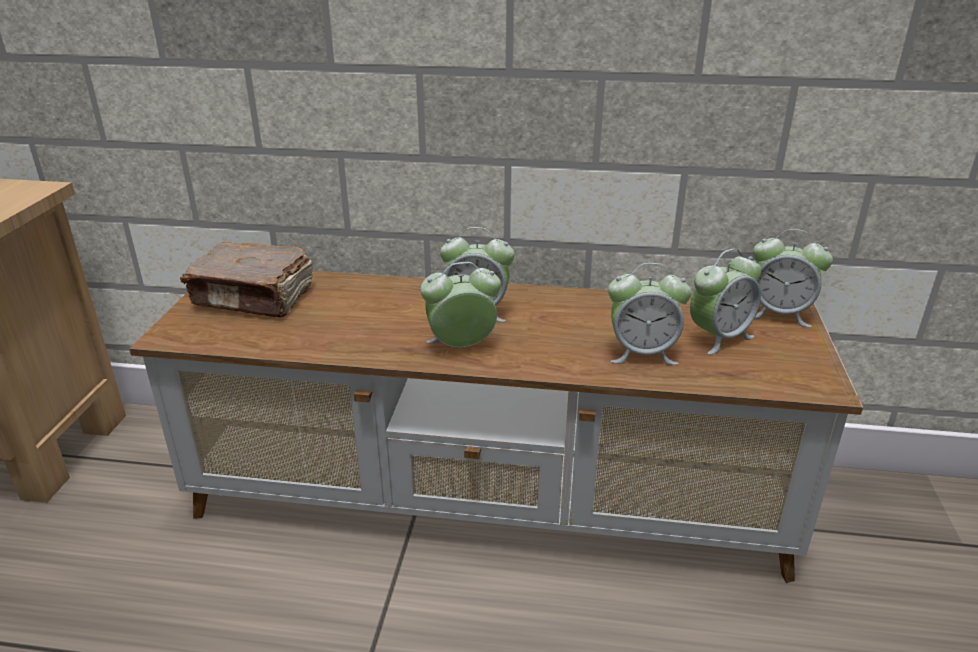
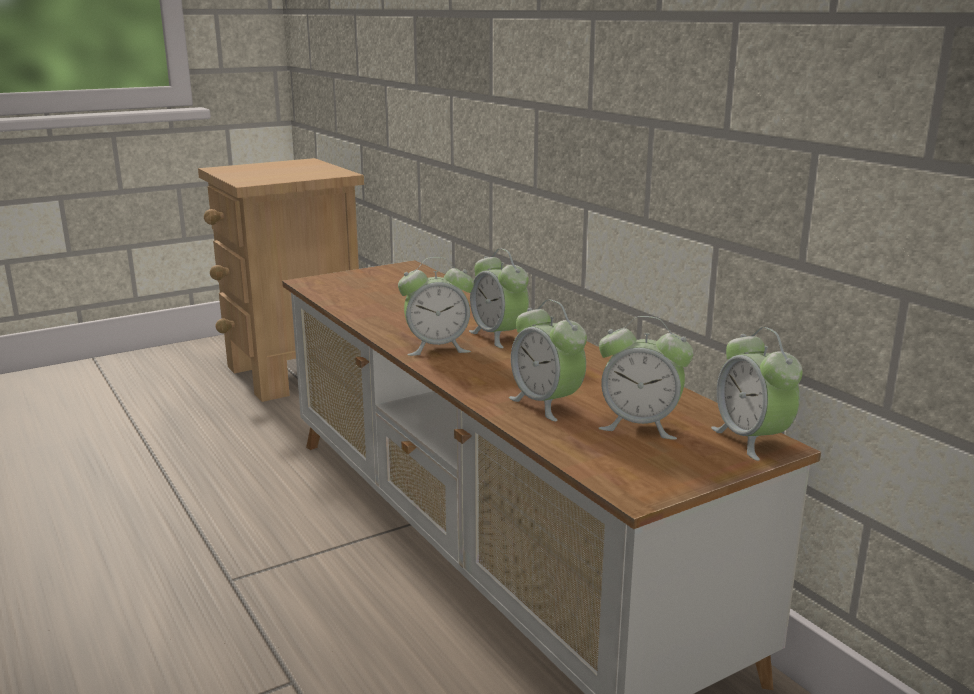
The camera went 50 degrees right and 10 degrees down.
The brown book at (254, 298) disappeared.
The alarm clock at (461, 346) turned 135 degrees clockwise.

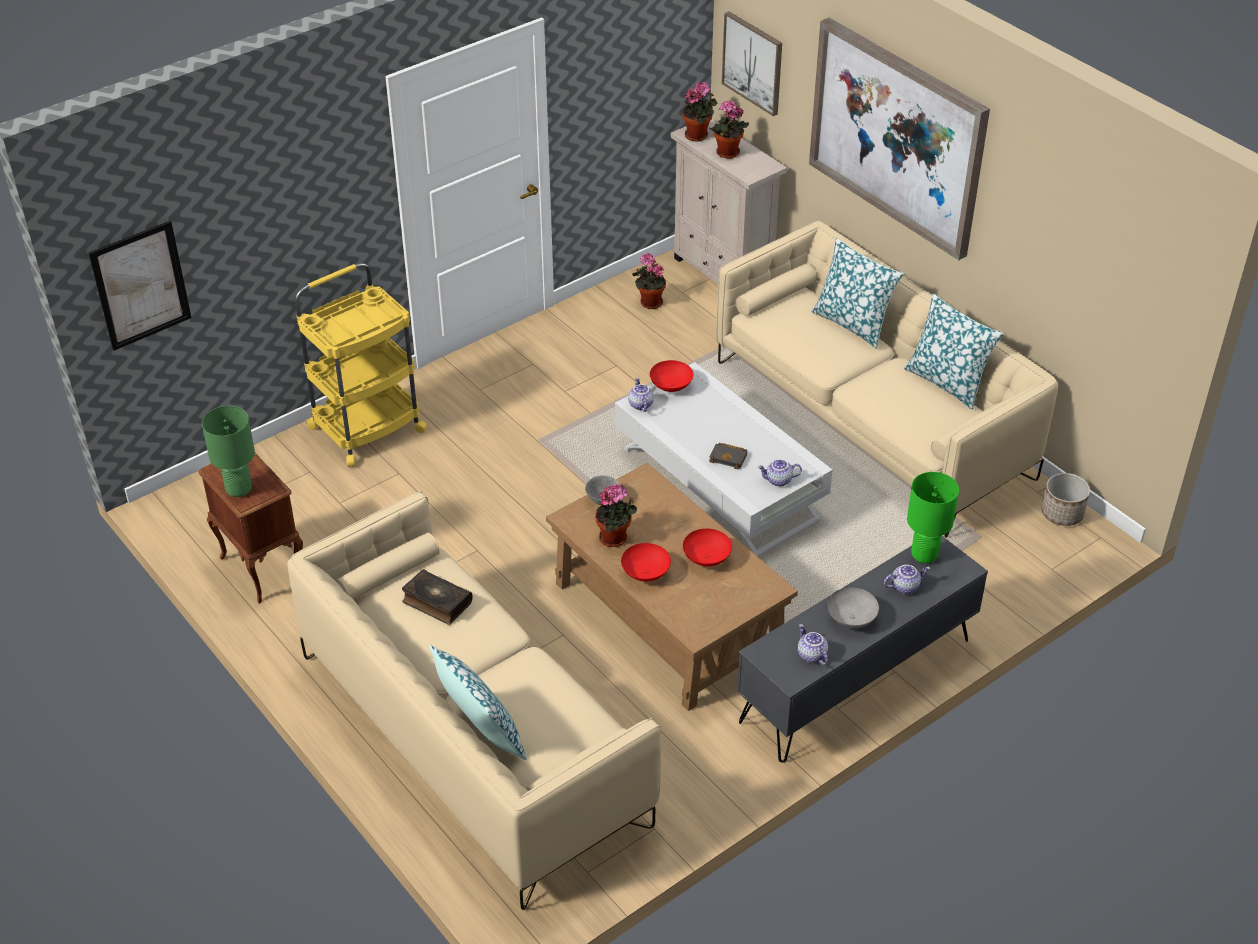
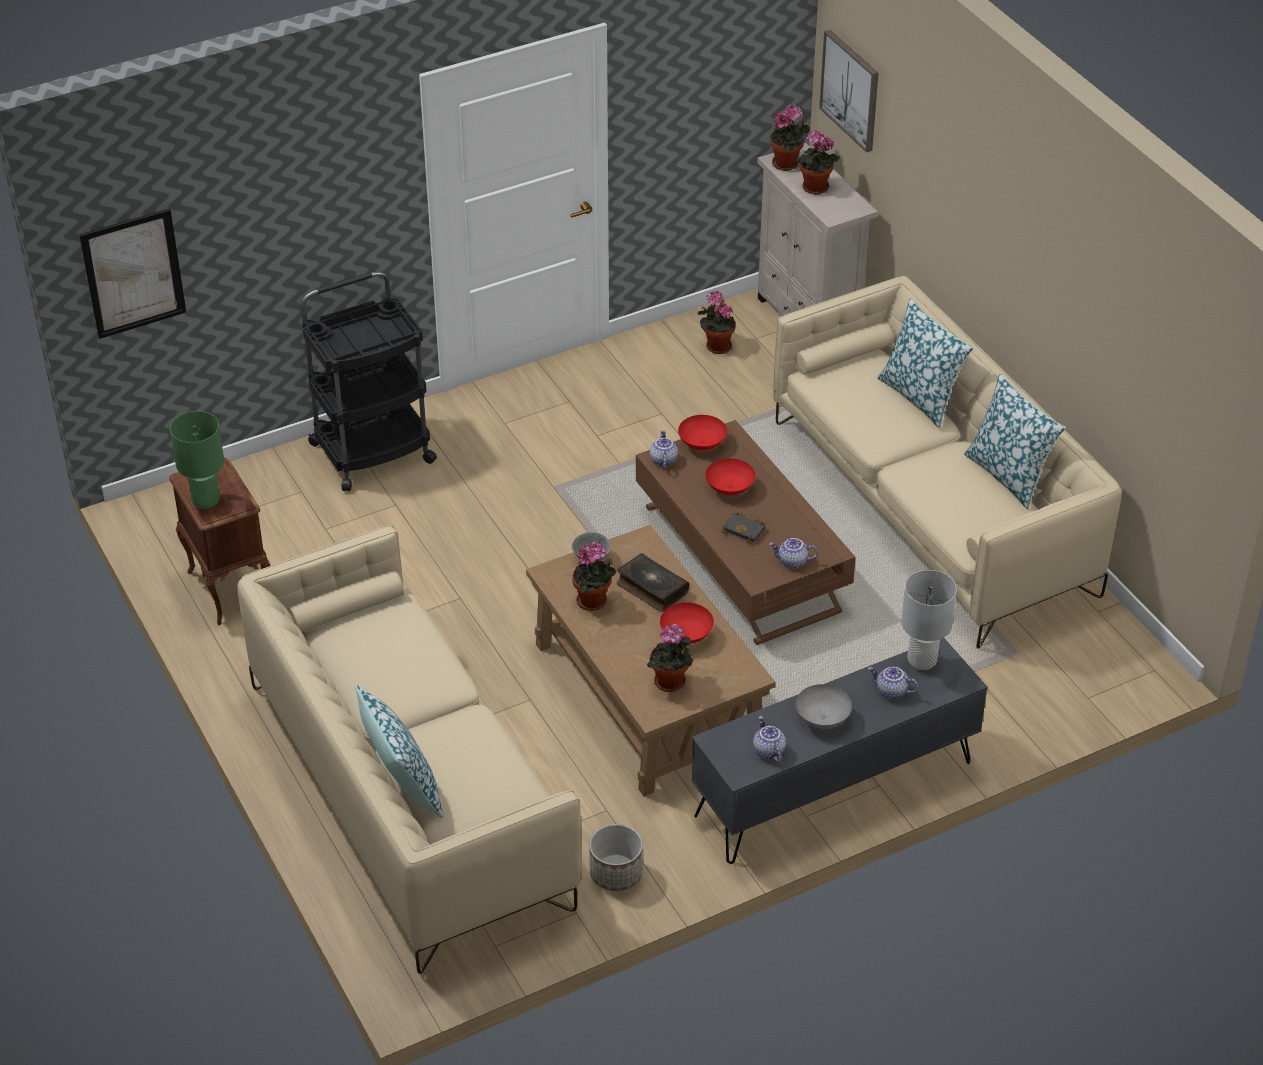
The camera went 10 degrees right and 0 degrees up.
The picture at (897, 136) disappeared.
The potted plant at (670, 684) appeared.
The book moved from (436, 602) to (651, 589).
The red bowl moved from (646, 573) to (730, 488).
The planter moved from (1062, 513) to (616, 873).
The yellow cart at (367, 429) became the black cart at (373, 453).
The white coffee table at (720, 485) became the brown coffee table at (741, 560).
The green table lamp at (923, 556) became the grey table lamp at (921, 662).
The teapot at (905, 586) turned 150 degrees counterclockwise.

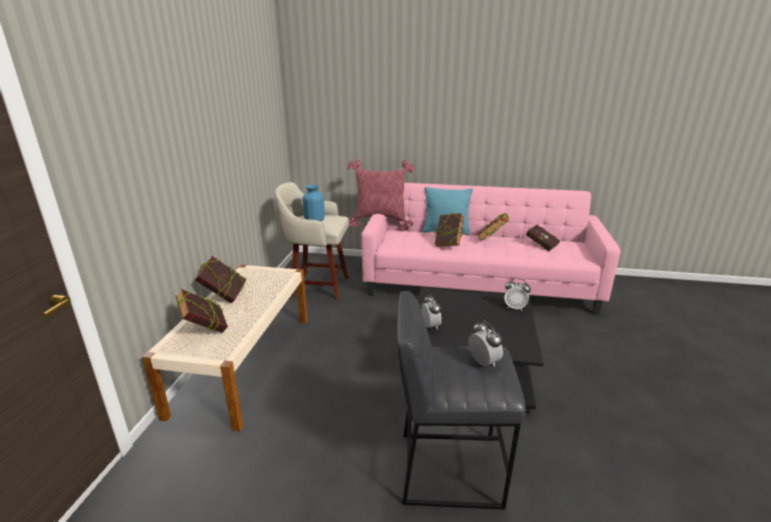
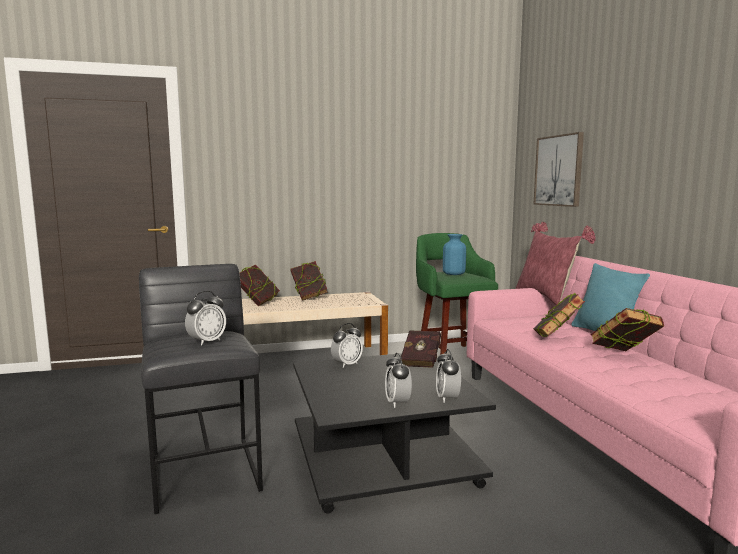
The camera went 65 degrees right and 15 degrees down.
The alarm clock at (397, 403) appeared.
The picture at (559, 170) appeared.
The red book moved from (540, 244) to (422, 360).
The beige stool at (317, 287) became the green stool at (452, 355).

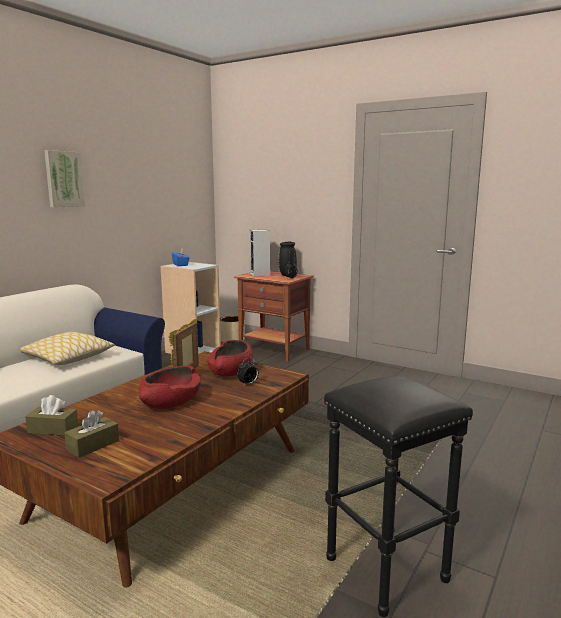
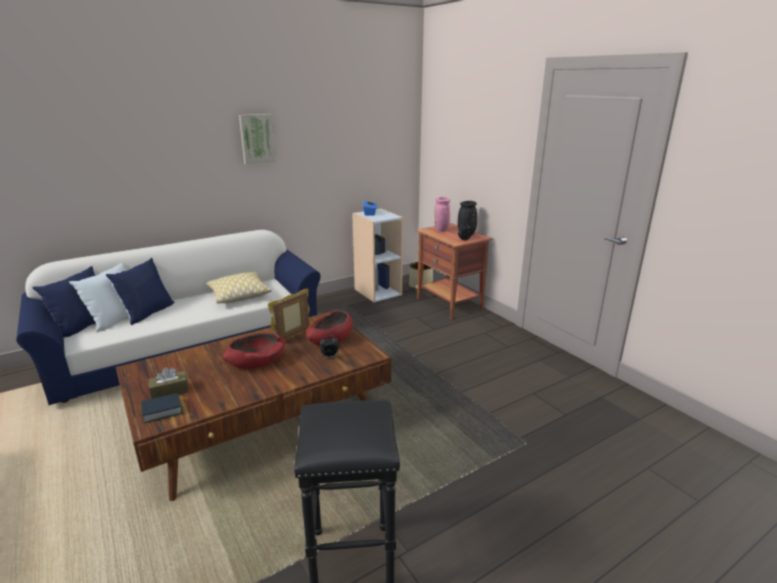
The camera went 25 degrees right and 10 degrees up.
The brown tissue box at (53, 429) disappeared.
The book at (162, 411) appeared.
The speaker at (260, 274) was replaced by the pink vase at (442, 230).

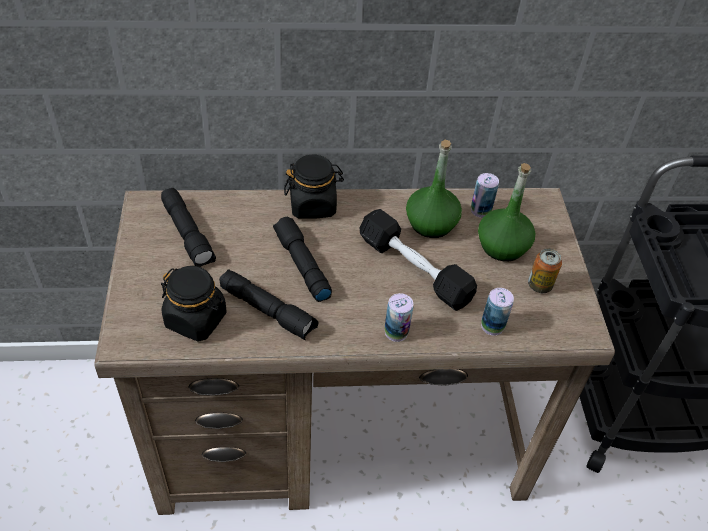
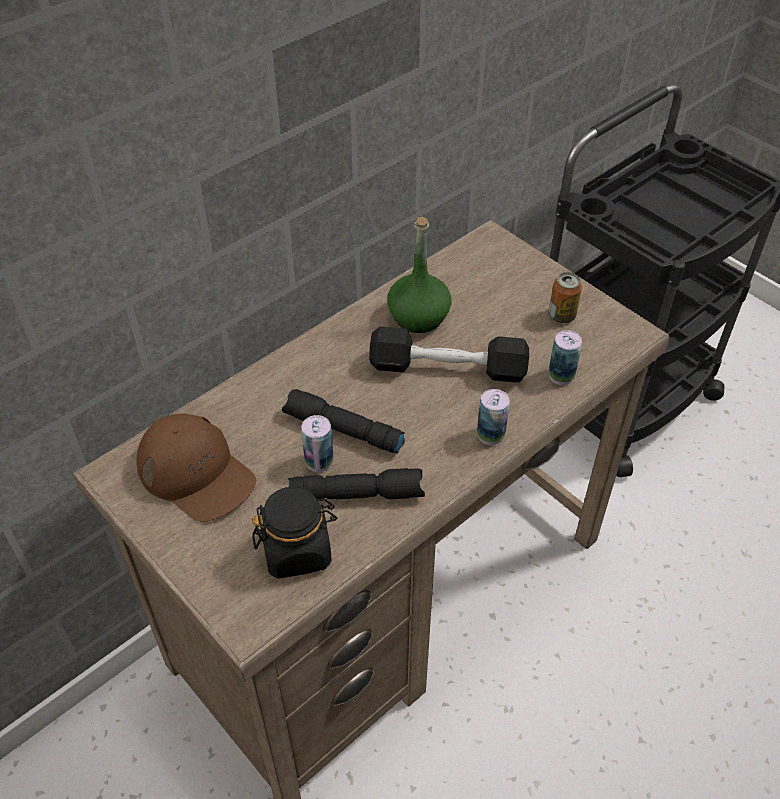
The camera went 35 degrees left and 0 degrees up.
The black jar at (313, 205) disappeared.
The green bottle at (502, 246) disappeared.
The can moved from (480, 210) to (319, 461).
The black flashlight at (188, 234) was replaced by the brown cap at (196, 473).

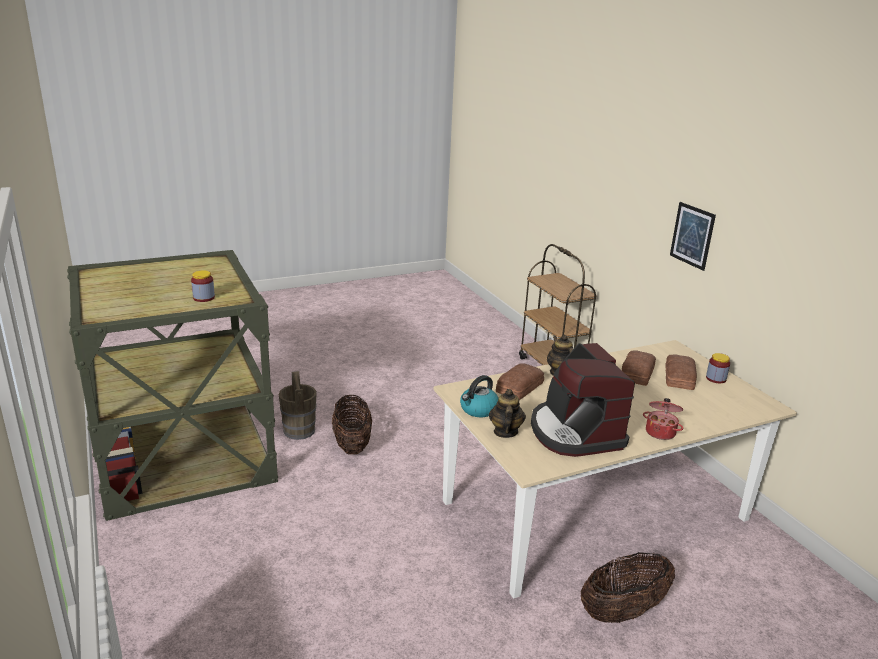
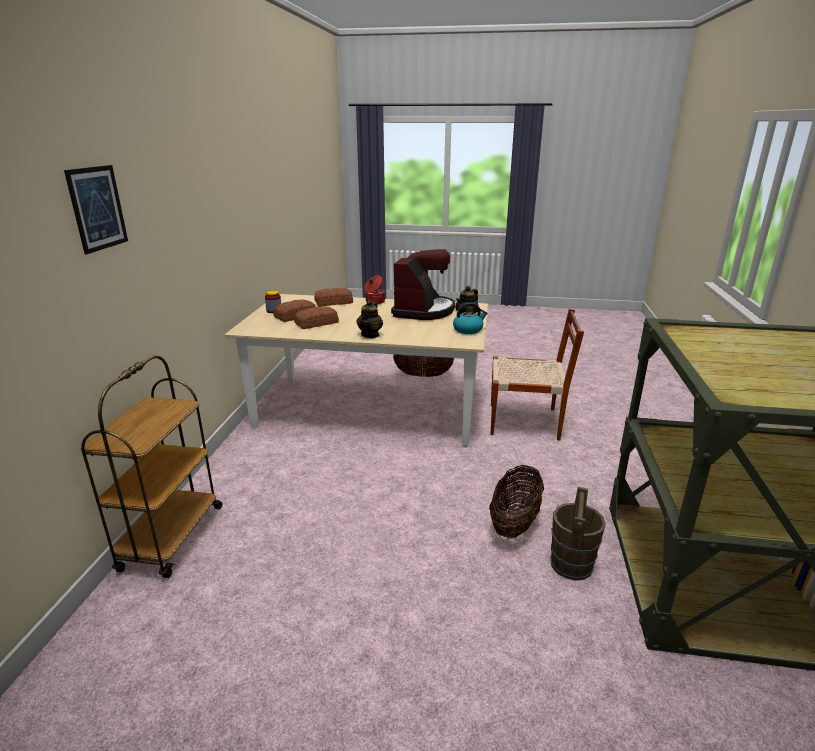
The camera went 145 degrees left and 0 degrees up.
The jar at (204, 298) disappeared.
The chair at (526, 422) appeared.
The bread moved from (518, 387) to (334, 302).
The picture moved from (692, 235) to (97, 208).

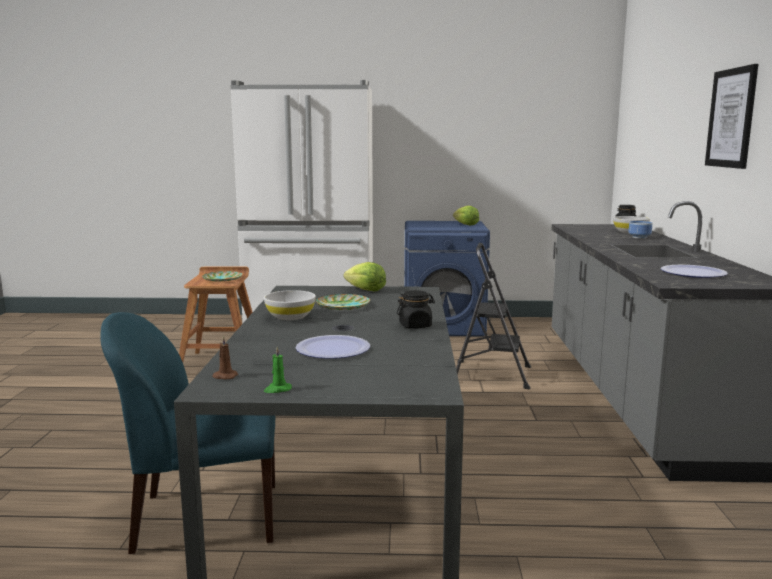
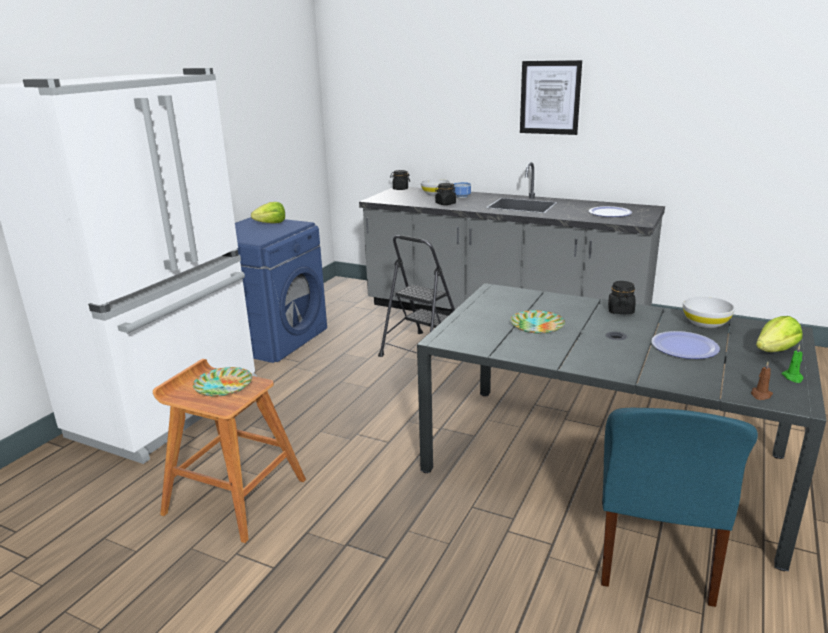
The camera went 65 degrees left and 10 degrees up.
The black jar at (445, 204) appeared.
The white bowl moved from (290, 317) to (705, 323).
The lettuce moved from (365, 290) to (775, 351).

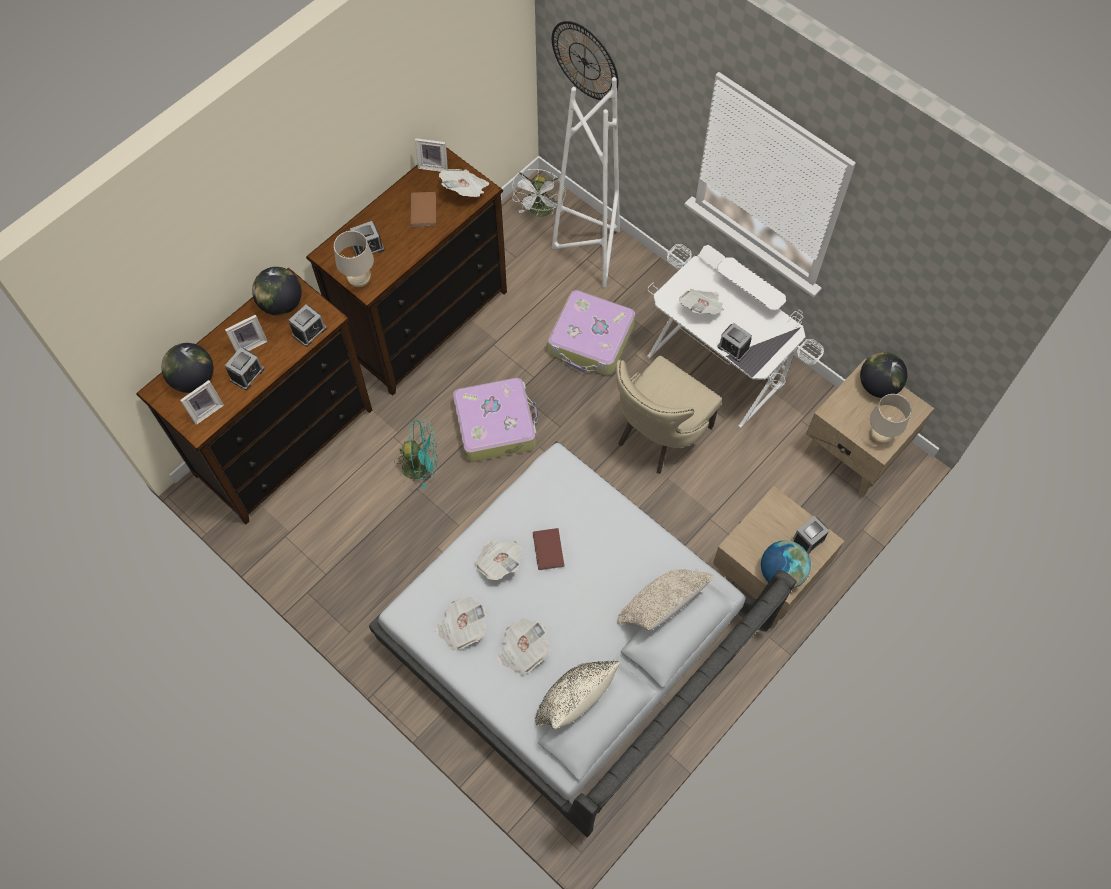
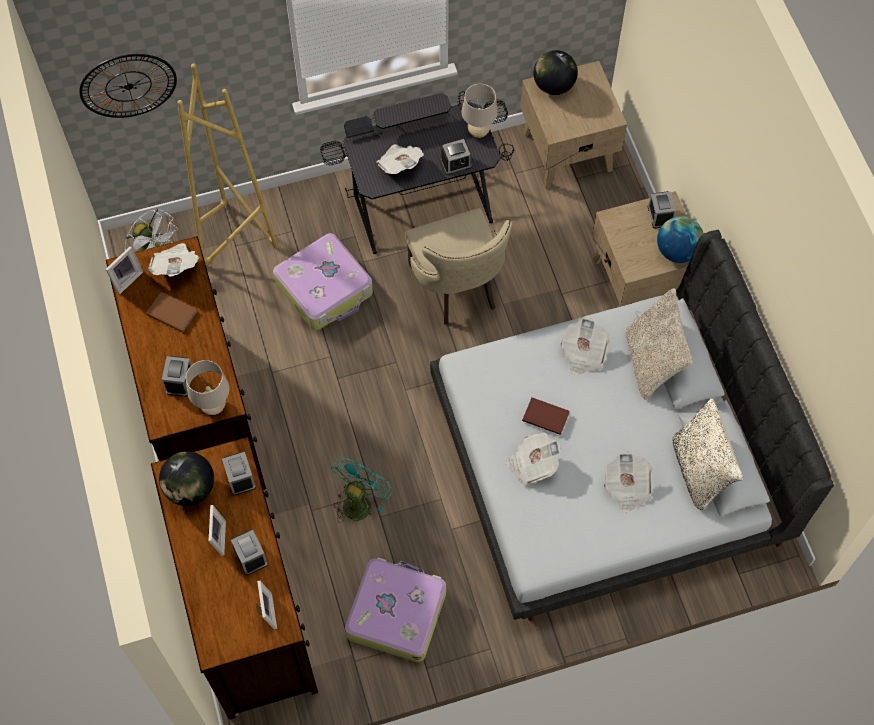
The camera went 60 degrees left and 0 degrees up.
The globe at (194, 379) disappeared.
The newspaper moved from (461, 628) to (583, 353).
The suitcase moved from (496, 425) to (396, 613).
The beige table lamp moved from (880, 436) to (478, 132).
The white clothes rack at (592, 255) became the yellow clothes rack at (235, 239).
The white desk at (718, 366) became the black desk at (421, 204).

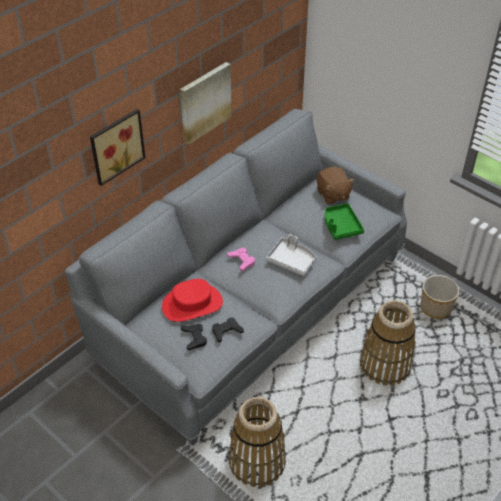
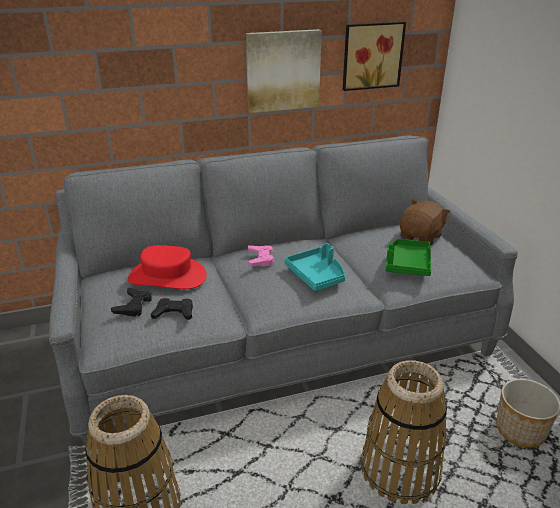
The camera went 30 degrees right and 15 degrees down.
The picture moved from (115, 145) to (371, 55).
The grey tray at (292, 261) became the turquoise tray at (317, 275).
The brown plush toy at (332, 195) turned 150 degrees counterclockwise.

